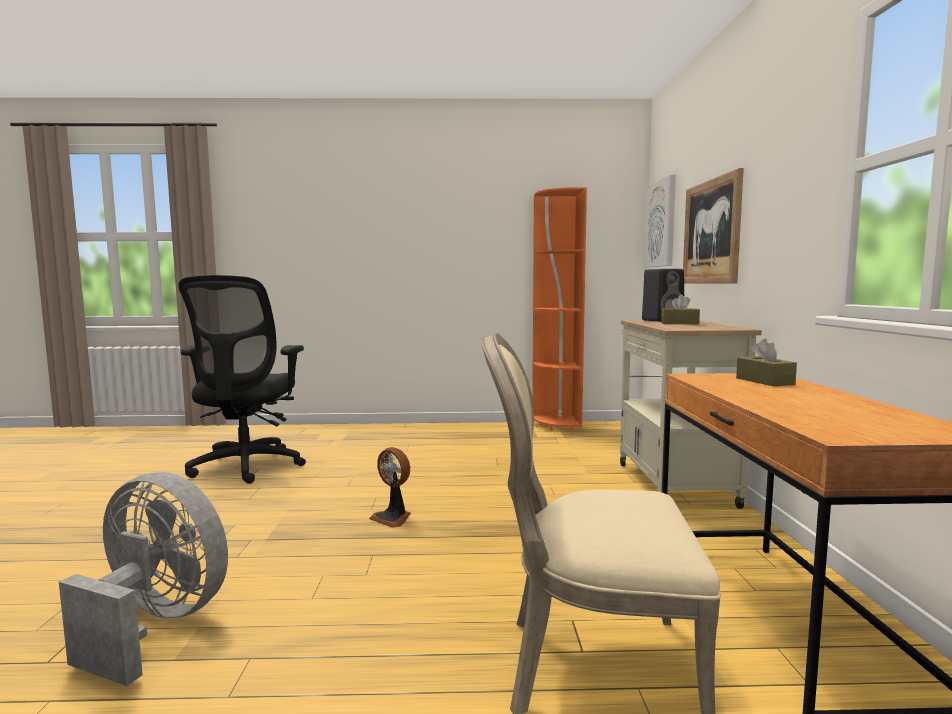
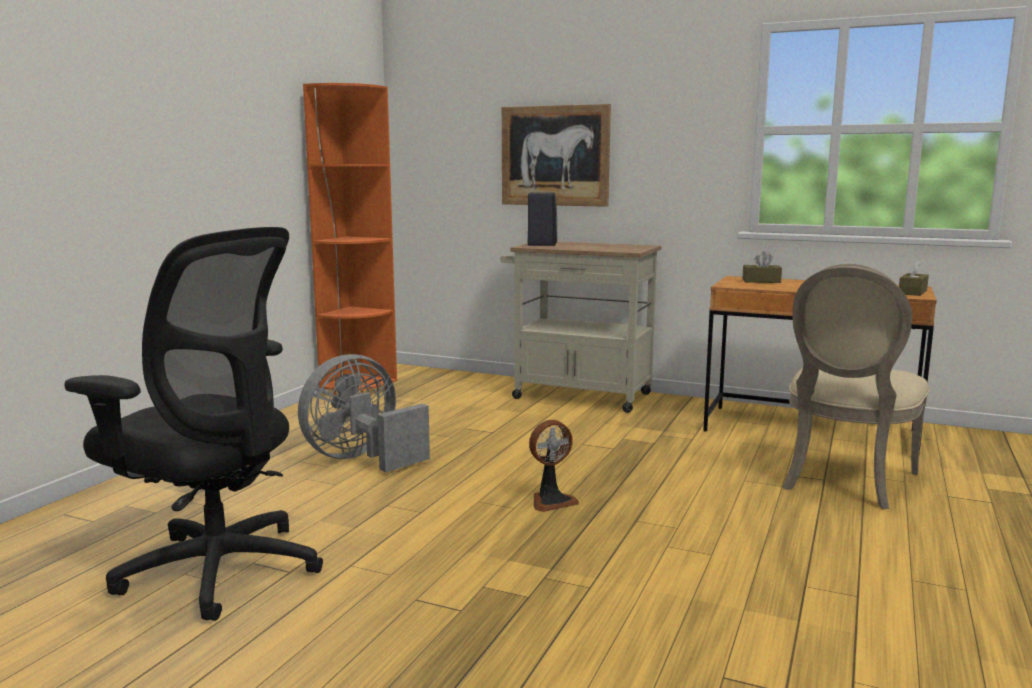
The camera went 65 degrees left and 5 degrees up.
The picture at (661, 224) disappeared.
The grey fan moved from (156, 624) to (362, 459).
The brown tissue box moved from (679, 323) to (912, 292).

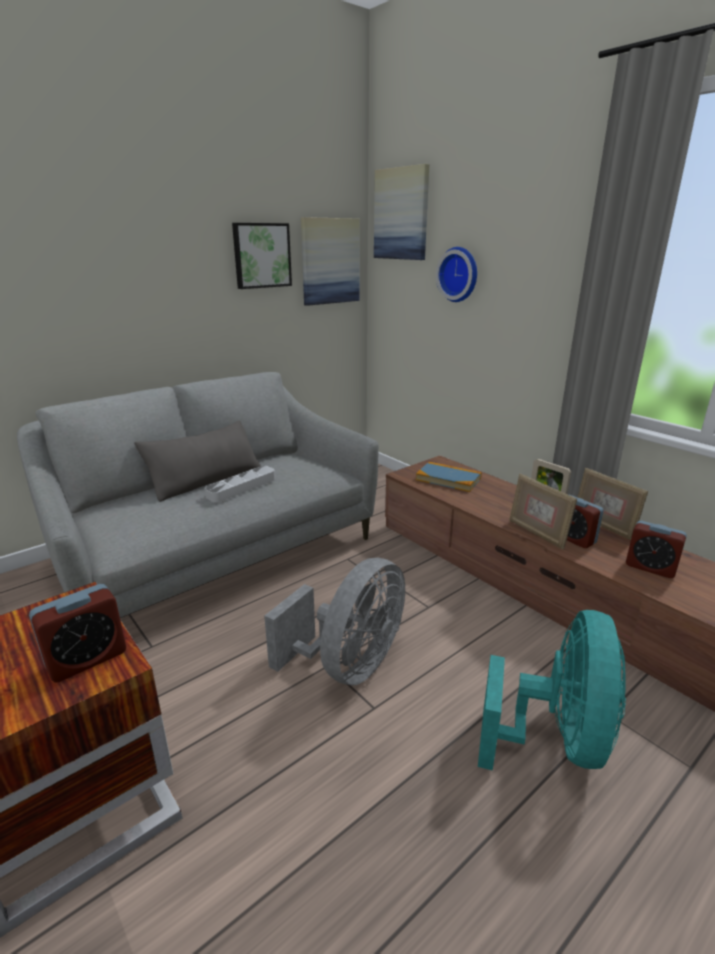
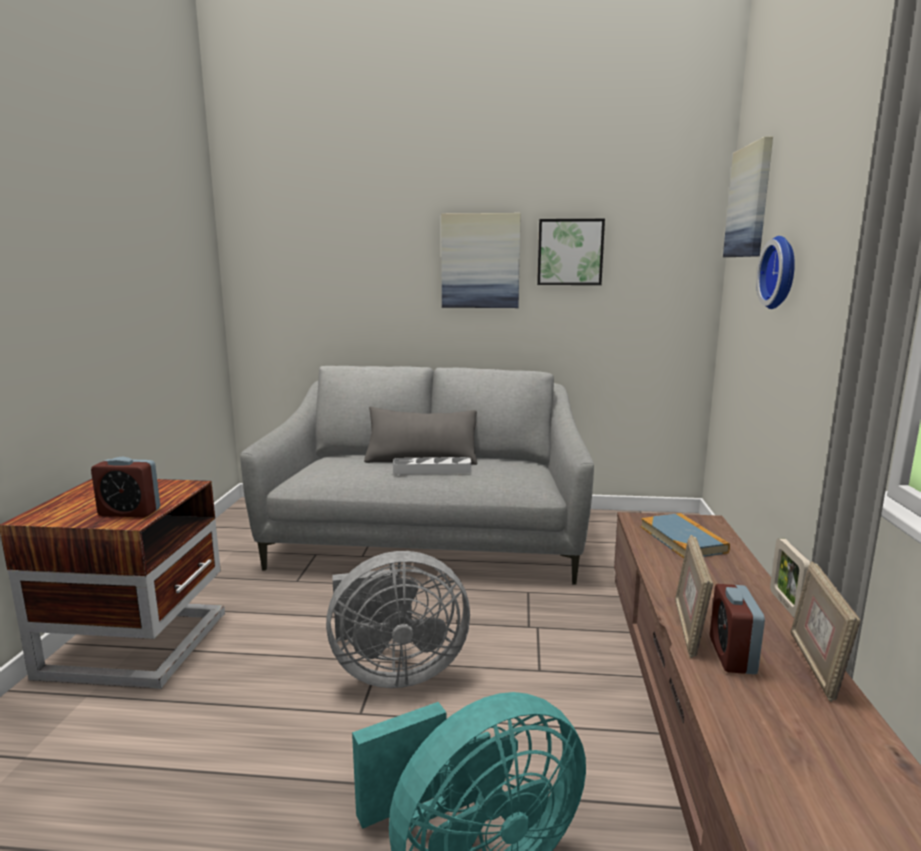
The camera went 45 degrees right and 10 degrees down.
The alarm clock at (650, 567) disappeared.
The picture moved from (330, 261) to (480, 261).

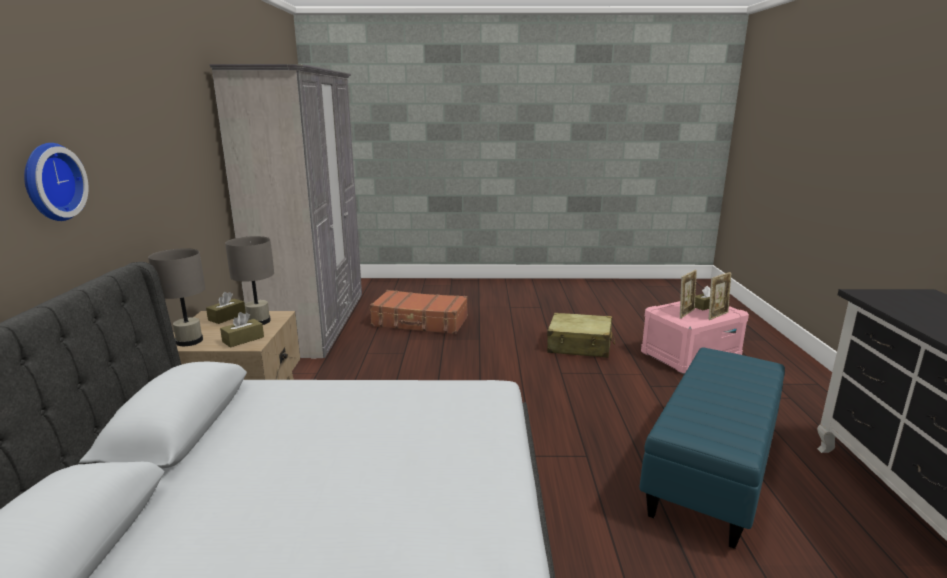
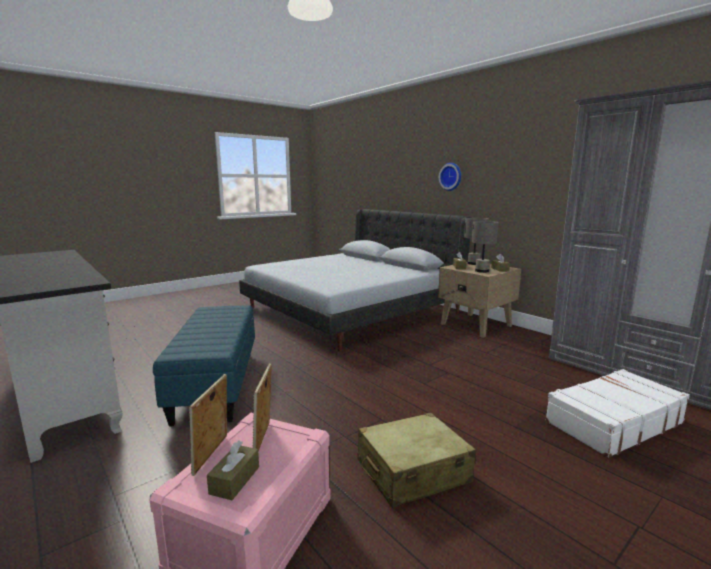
The camera went 140 degrees right and 5 degrees down.
The brown suitcase at (420, 322) became the white suitcase at (612, 422).

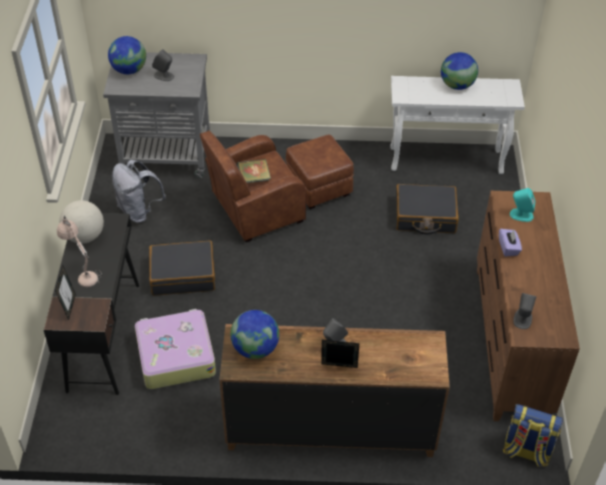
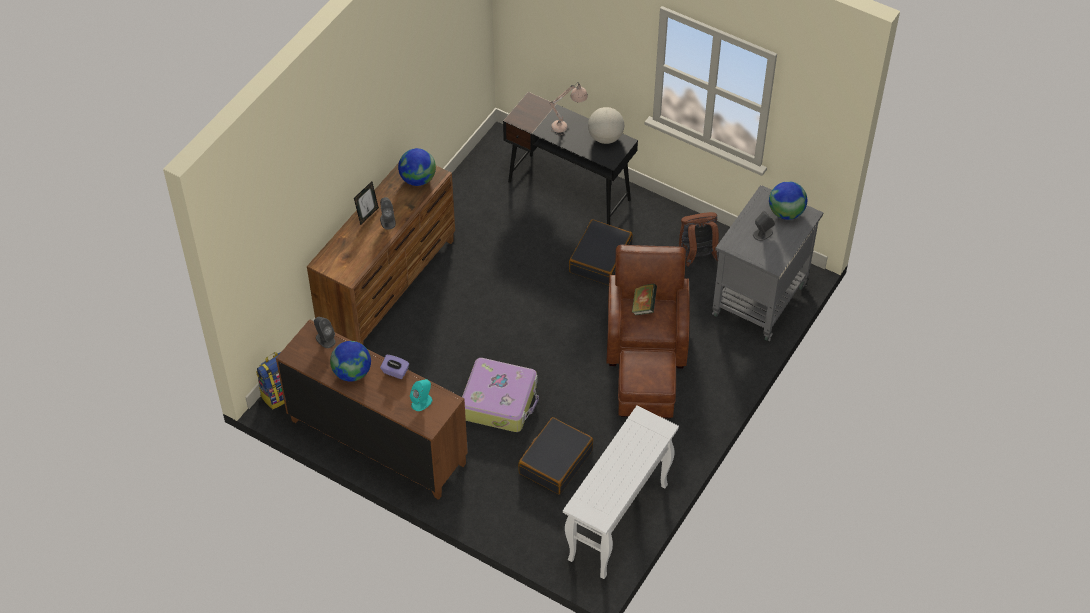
The camera went 120 degrees right and 5 degrees up.
The picture frame at (69, 307) disappeared.
The suitcase moved from (175, 356) to (500, 401).
The globe moved from (457, 85) to (352, 373).
The grey backpack at (139, 211) became the brown backpack at (697, 257).

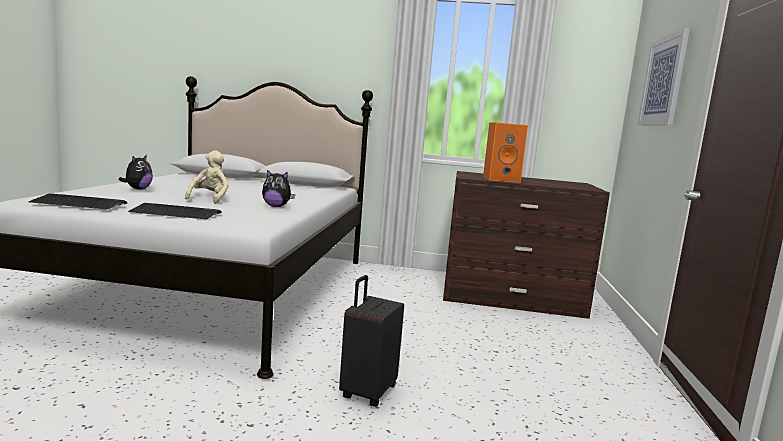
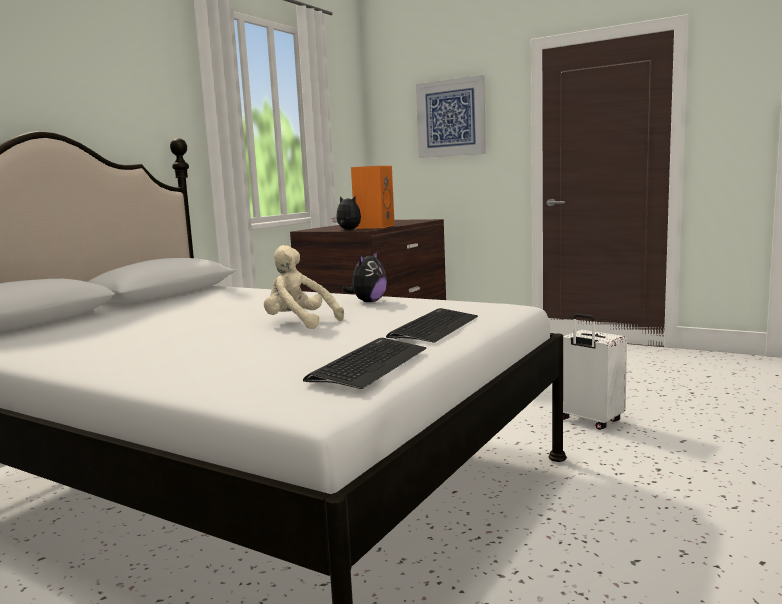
The camera went 65 degrees left and 0 degrees up.
The plush toy moved from (137, 189) to (348, 230).
The black suitcase at (367, 392) became the white suitcase at (589, 421).

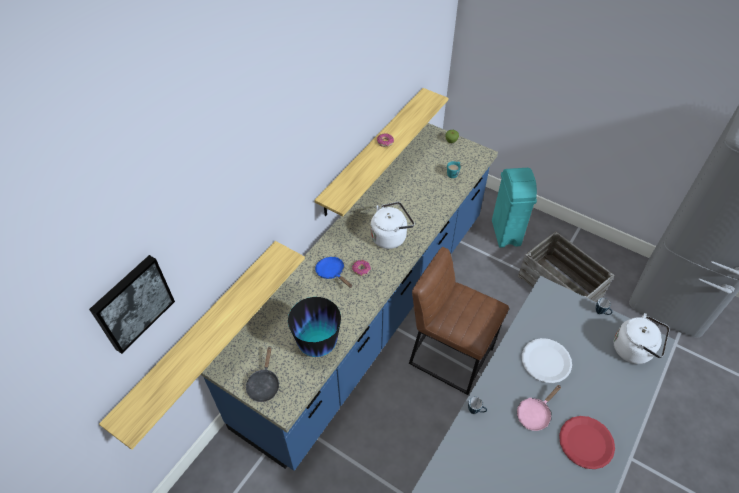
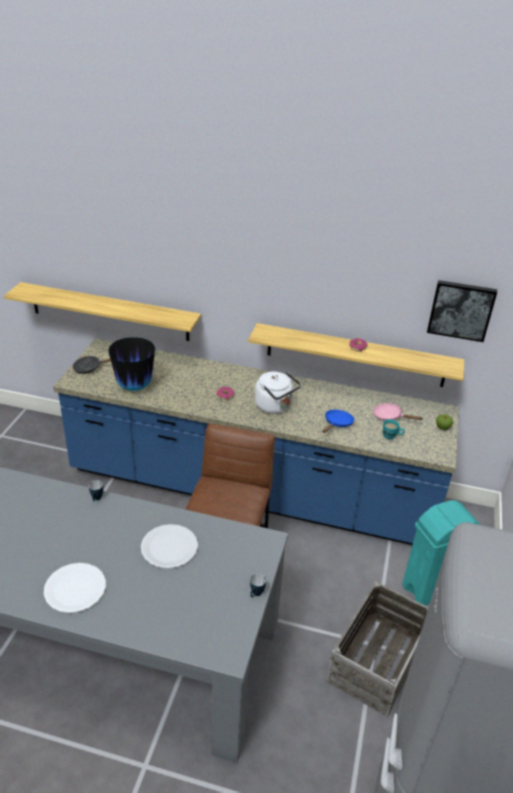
The camera went 70 degrees right and 15 degrees down.
The white kettle at (635, 349) disappeared.
The picture moved from (132, 302) to (461, 309).
The blue frying pan moved from (332, 273) to (337, 424).
The pink frying pan moved from (535, 413) to (390, 416).
The red plate at (586, 443) became the white plate at (75, 589).

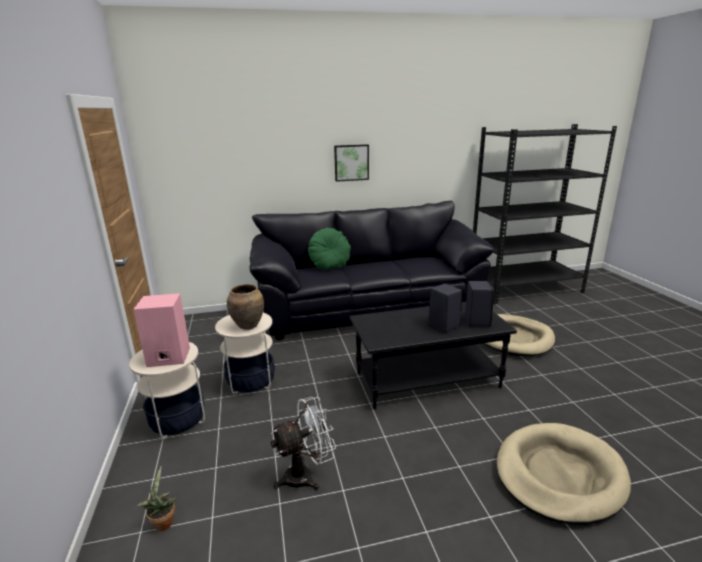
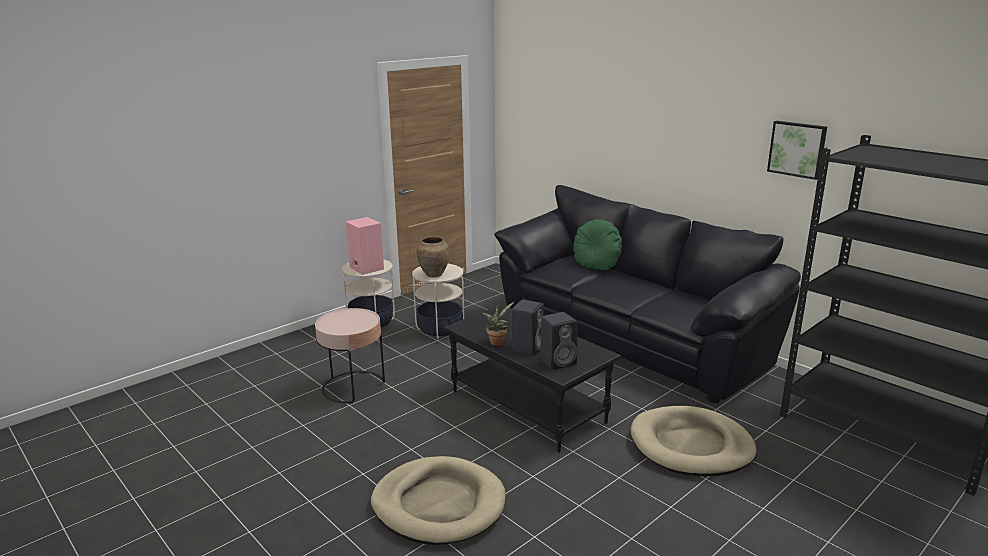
The camera went 60 degrees right and 0 degrees up.
The potted plant moved from (163, 522) to (497, 342).
The picture moved from (351, 162) to (797, 149).
The white fan at (306, 475) was replaced by the pink side table at (353, 387).

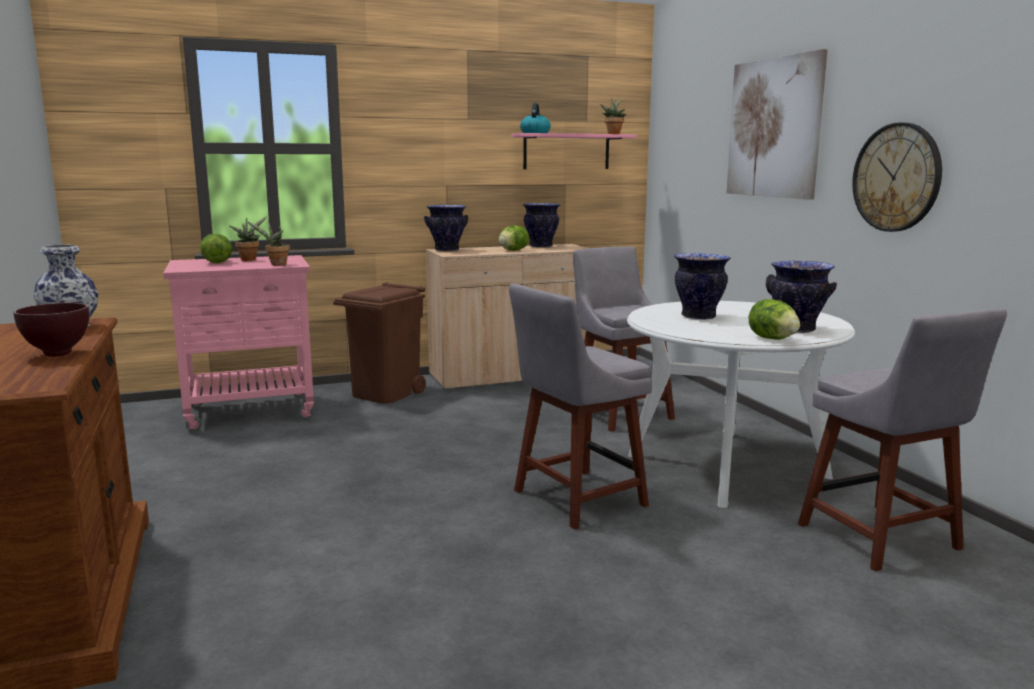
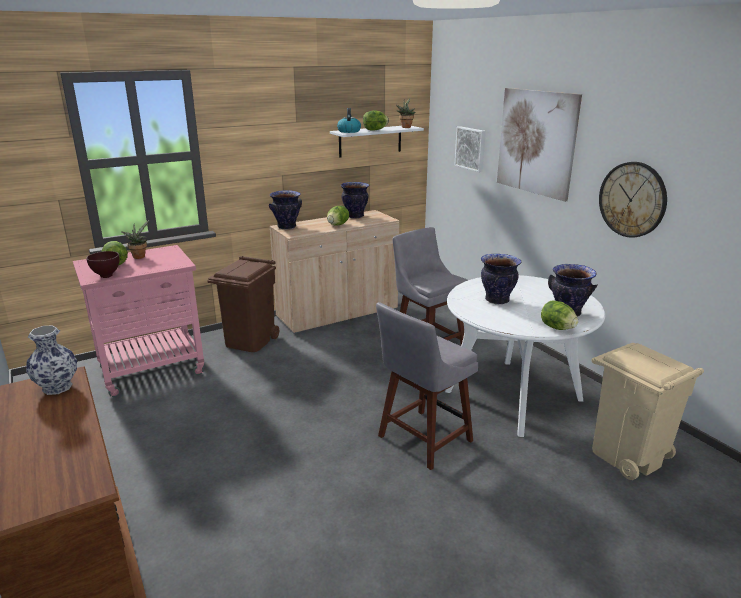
The camera went 10 degrees left and 10 degrees up.
The potted plant at (276, 264) disappeared.
The lettuce at (375, 130) appeared.
The picture at (471, 148) appeared.
The brown bowl moved from (56, 354) to (106, 276).
The grey chair at (884, 540) was replaced by the beige trash can at (627, 456).
The pink shelf at (566, 151) became the white shelf at (370, 141).

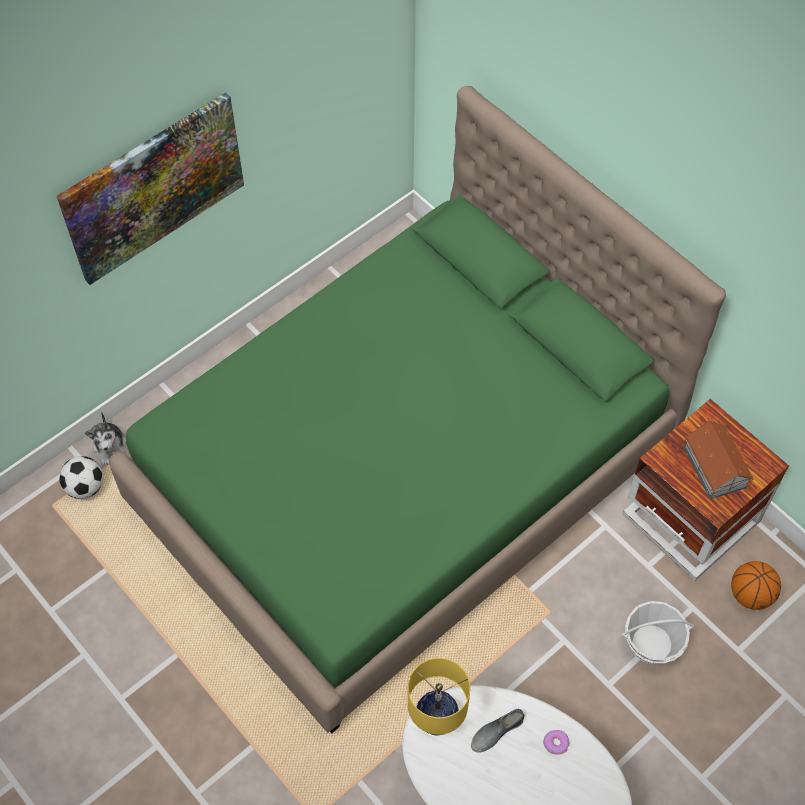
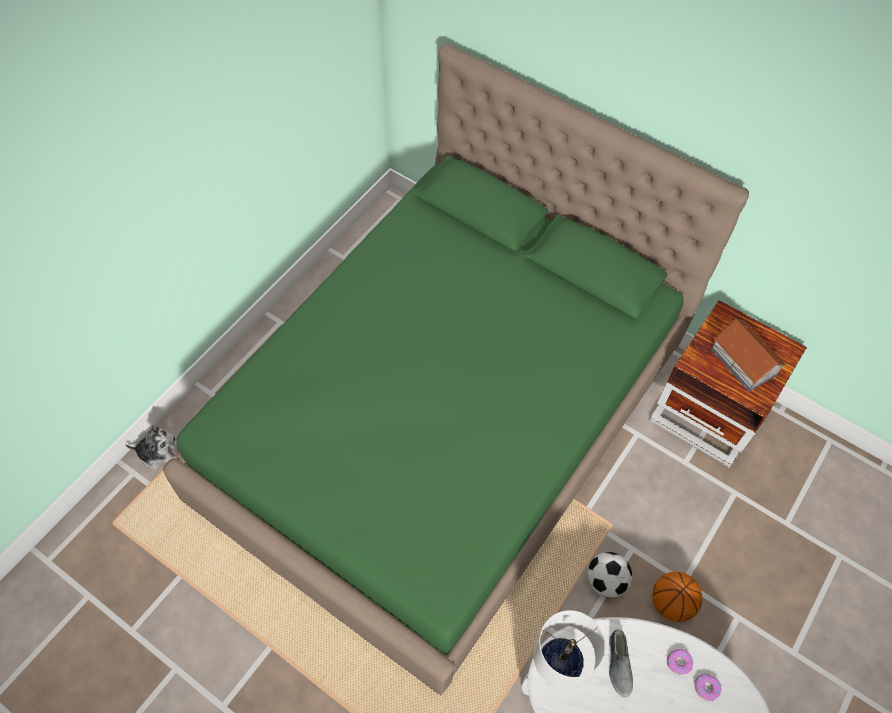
The camera went 15 degrees left and 0 degrees up.
The picture at (154, 187) disappeared.
The basket at (651, 643) disappeared.
The donut at (706, 687) appeared.
The football moved from (85, 487) to (605, 581).
The basketball moved from (750, 595) to (671, 603).
The yellow table lamp at (436, 720) became the white table lamp at (557, 667).
The plush toy at (111, 447) turned 60 degrees counterclockwise.
The grey shoe at (496, 731) turned 45 degrees counterclockwise.

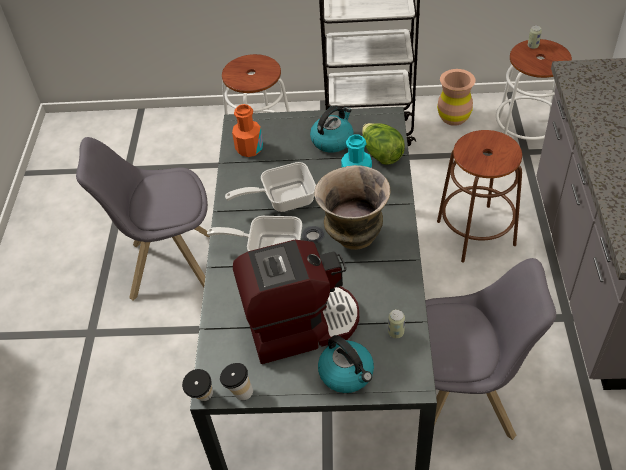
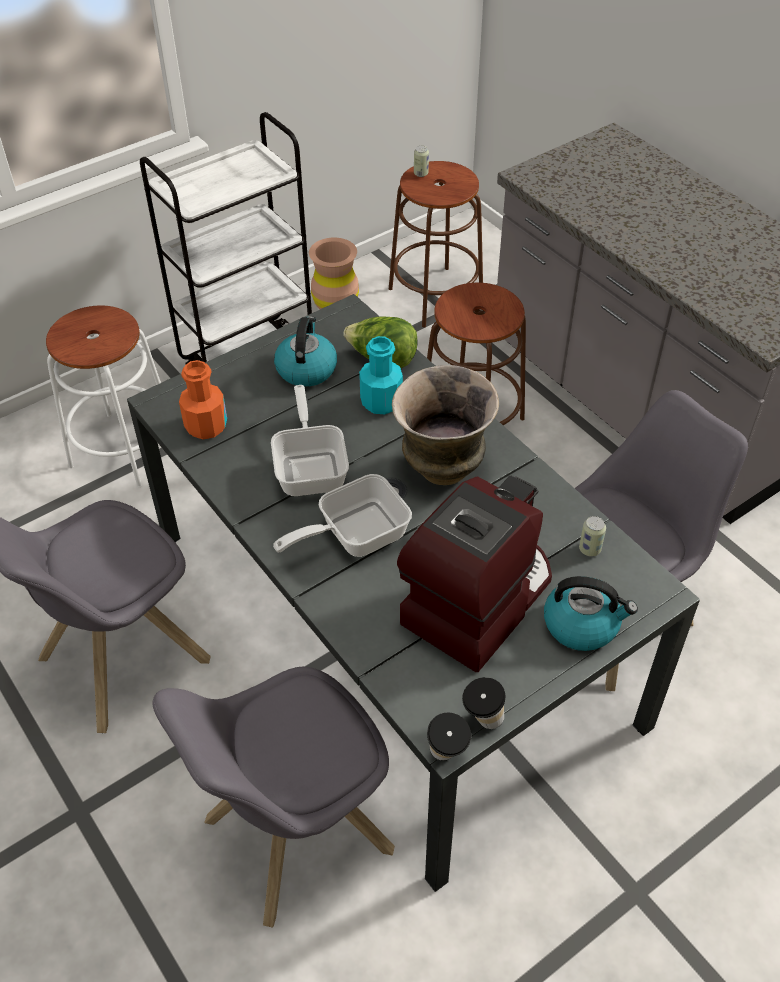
The camera went 40 degrees left and 0 degrees up.
The grey chair at (296, 834) appeared.
The white stool at (525, 138) became the brown stool at (435, 296).
The frying pan at (282, 199) turned 135 degrees clockwise.

